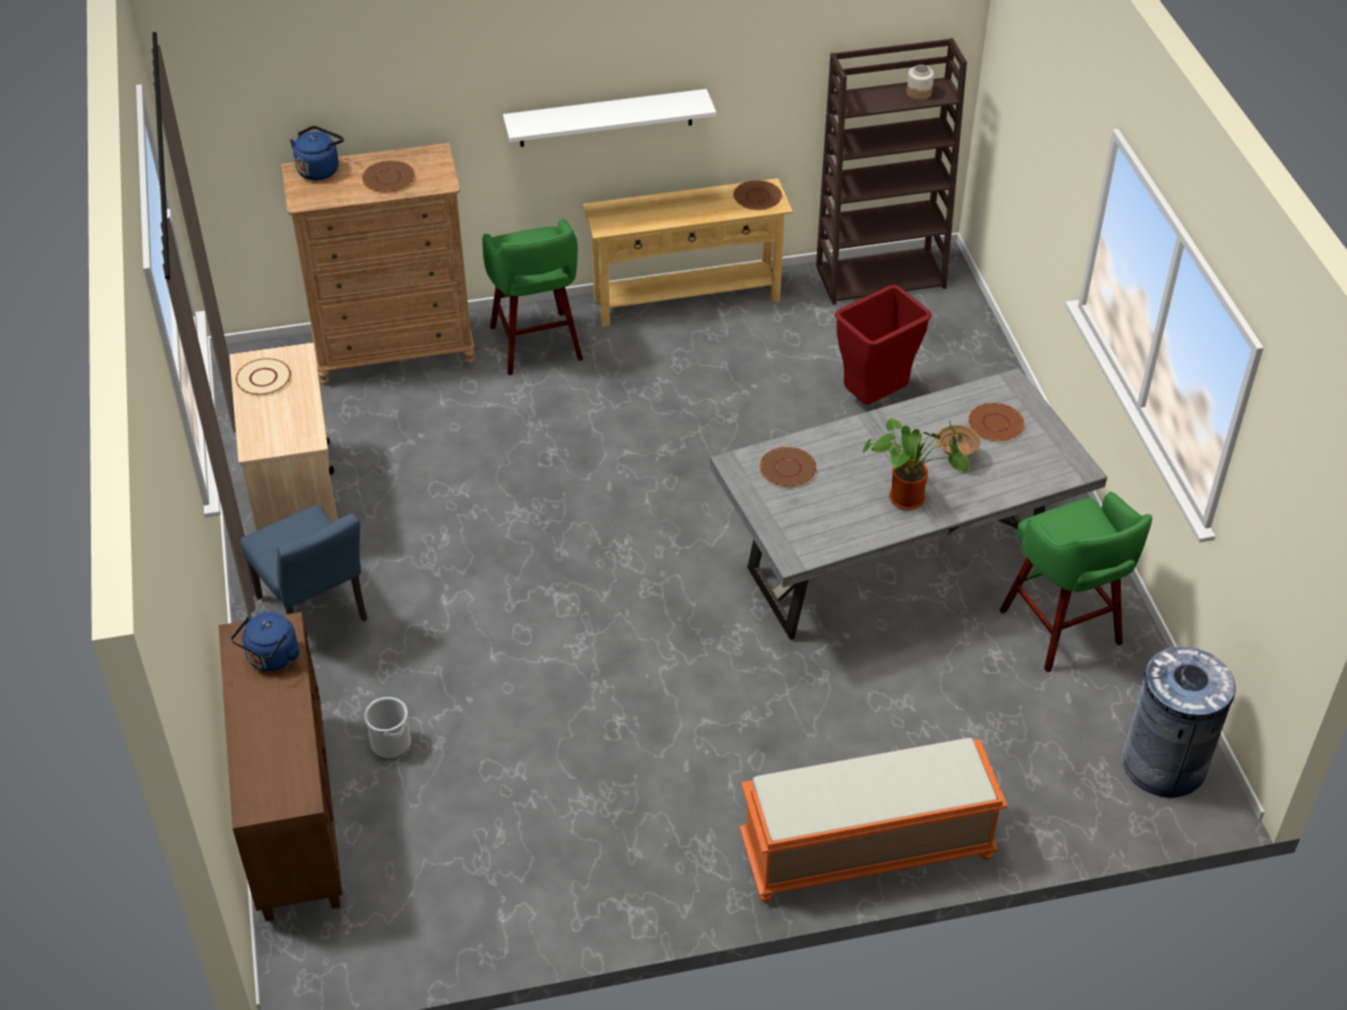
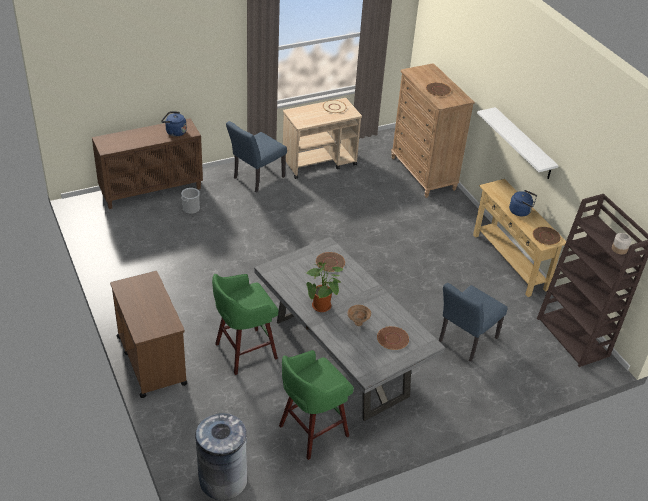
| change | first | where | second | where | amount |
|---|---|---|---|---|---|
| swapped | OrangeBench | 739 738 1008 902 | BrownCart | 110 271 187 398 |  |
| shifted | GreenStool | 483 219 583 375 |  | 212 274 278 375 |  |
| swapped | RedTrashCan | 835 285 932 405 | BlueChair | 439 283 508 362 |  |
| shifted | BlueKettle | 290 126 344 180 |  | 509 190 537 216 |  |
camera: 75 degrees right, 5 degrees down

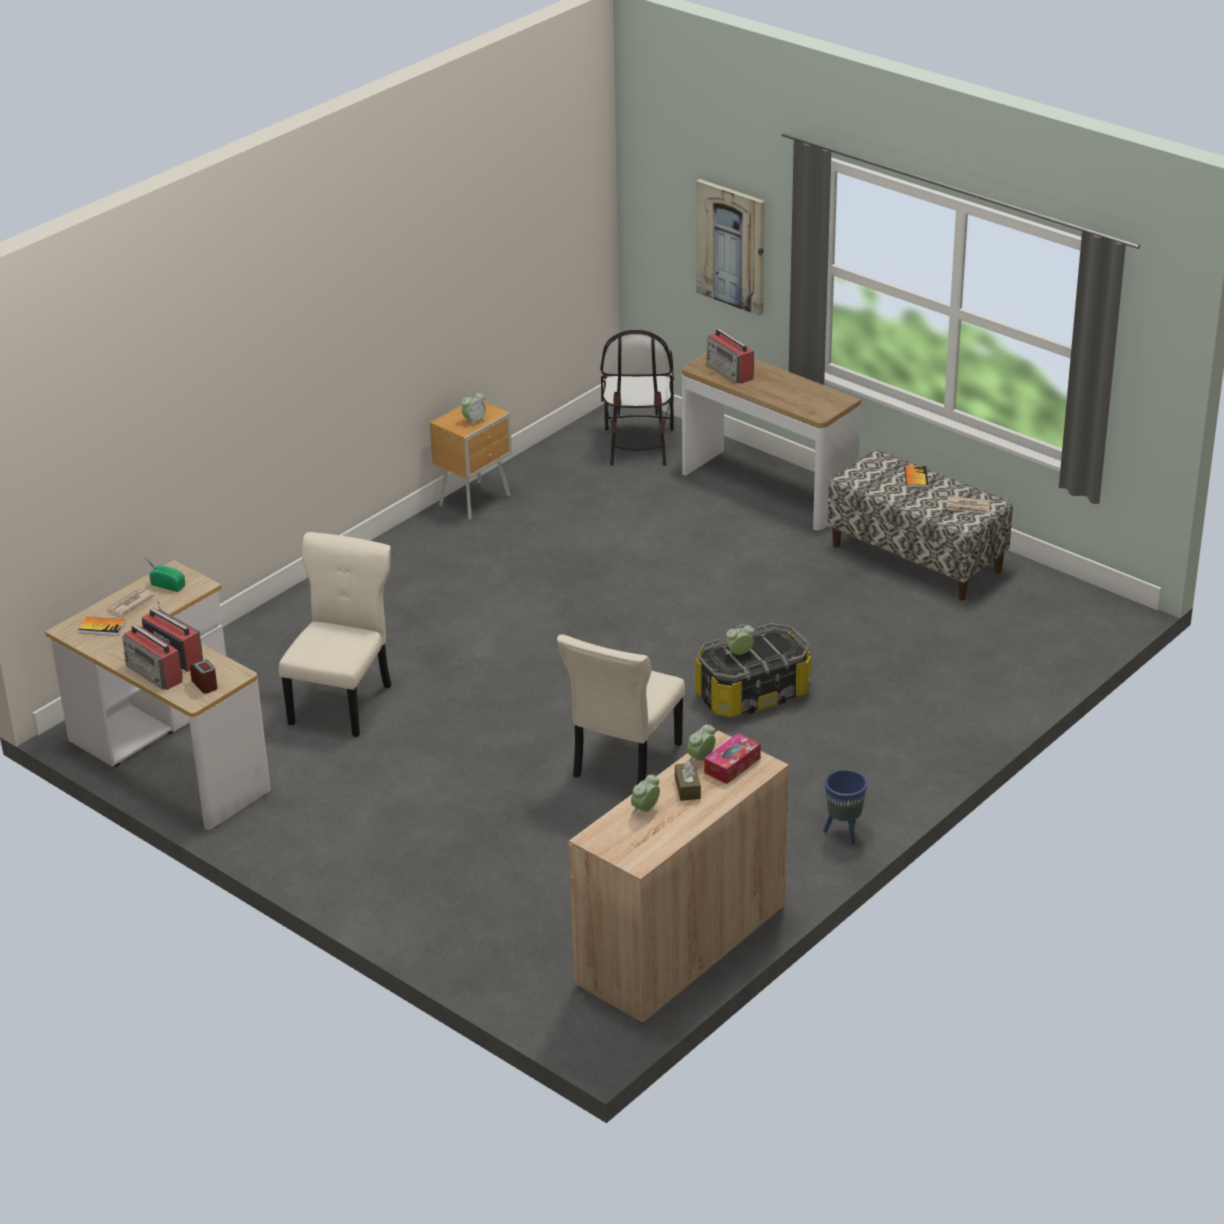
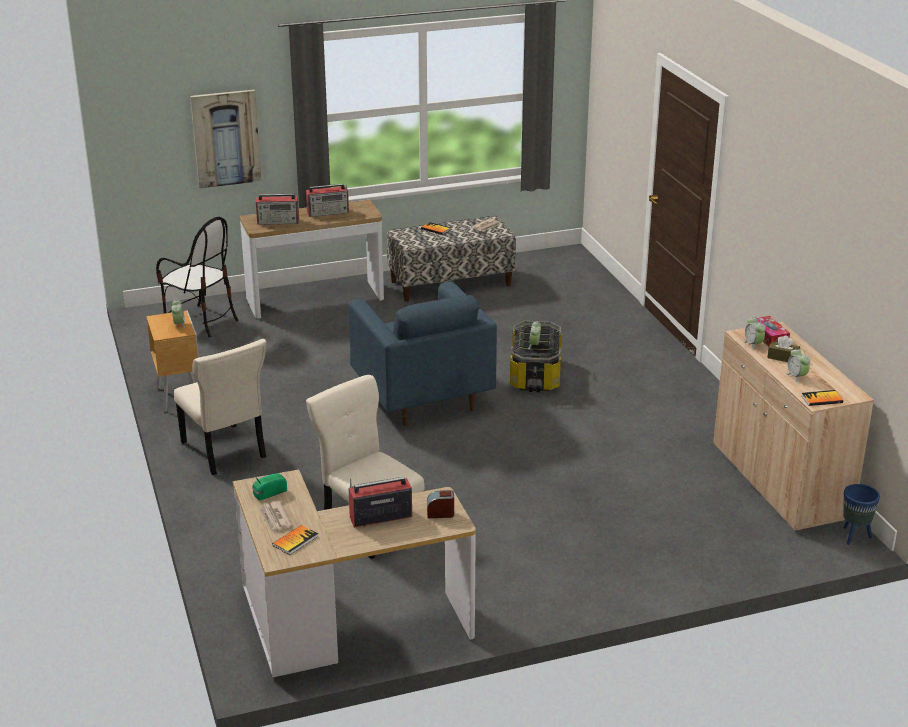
| change | first | where | second | where | amount |
|---|---|---|---|---|---|
| shifted | BeigeChair | 557 634 685 785 |  | 174 339 266 475 |  |
| shifted | Radio | 122 625 183 690 |  | 306 184 349 217 |  |
| new |  |  | BlueArmchair | 349 282 497 426 |  |
| new |  |  | Book | 802 390 843 406 |  |
| shifted | BluePlanter | 823 770 867 844 |  | 843 484 880 545 |  |
camera: 60 degrees left, 5 degrees down

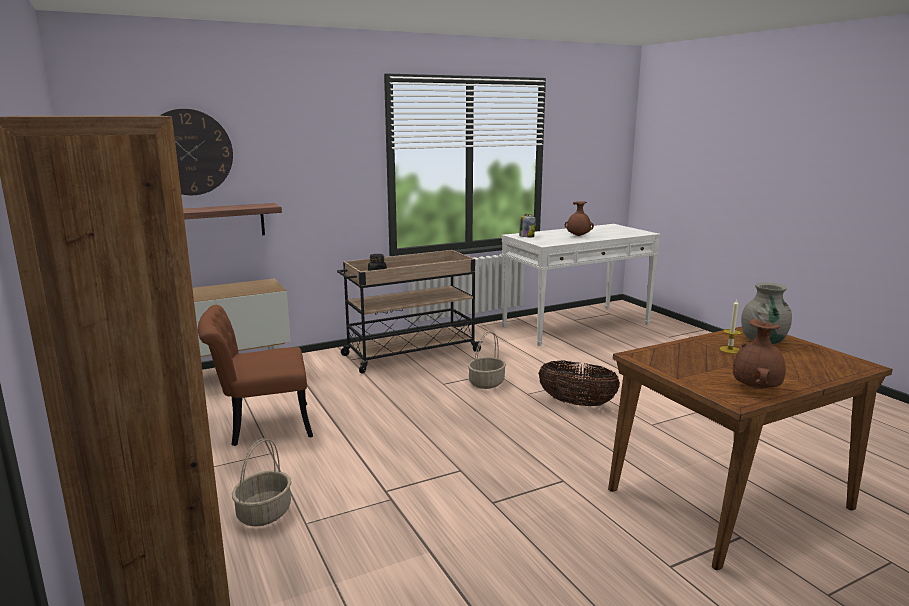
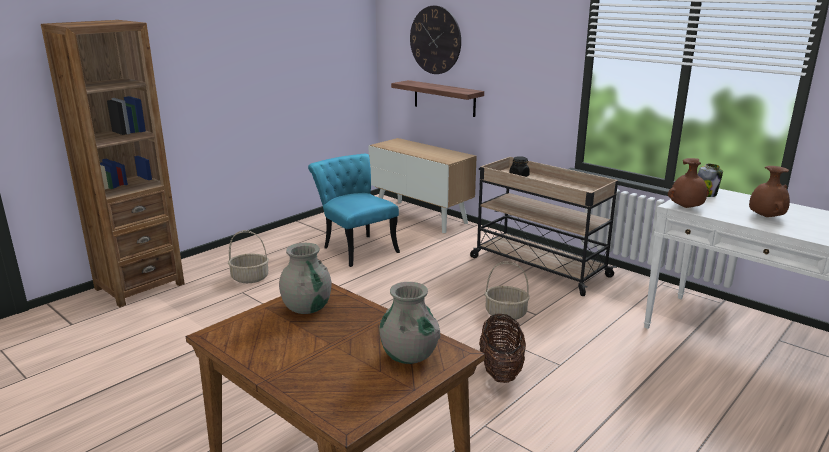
| change | first | where | second | where | amount |
|---|---|---|---|---|---|
| new |  |  | GreyVase | 279 243 331 314 |  |
| repainted | BrownChair | 198 305 313 446 | TurquoiseChair | 308 154 400 267 |  |
| shifted | BrownVase | 733 319 786 389 |  | 668 158 709 208 |  |
| gone | Candle | 720 300 742 354 |  |  |  |
camera: 70 degrees right, 5 degrees up

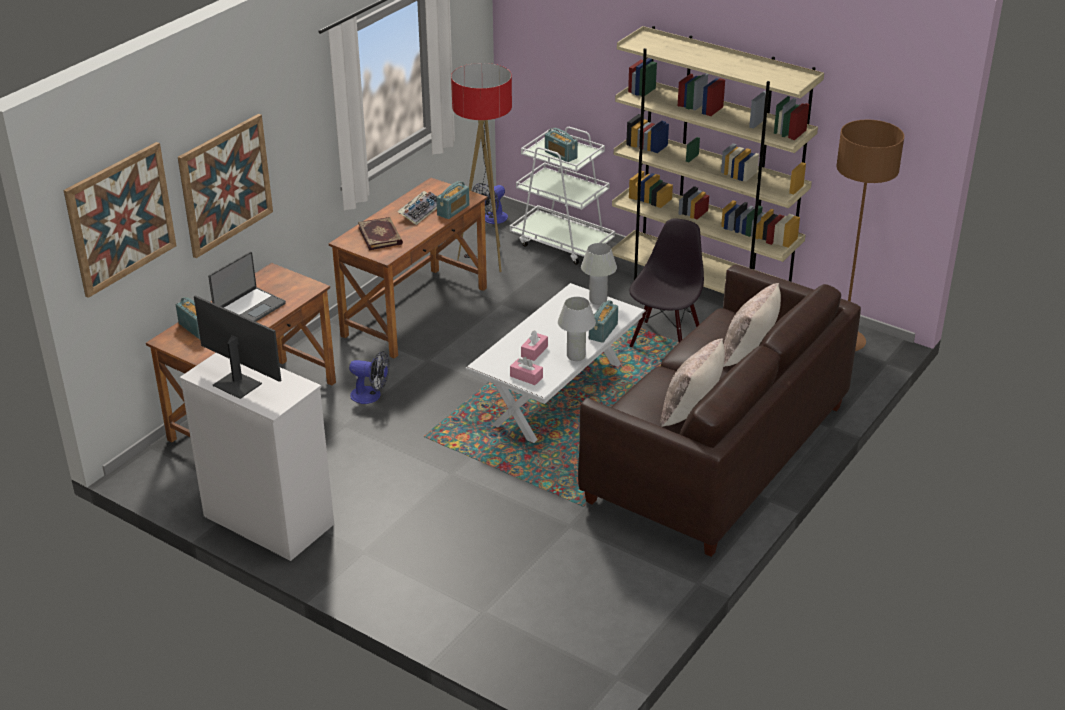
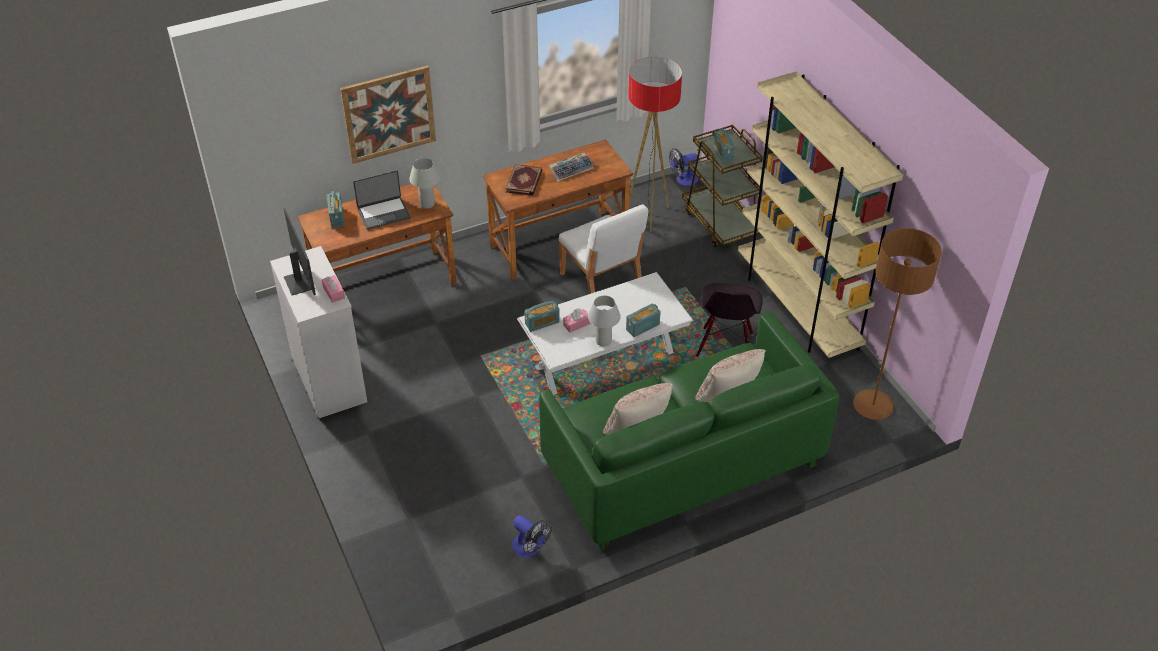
| change | first | where | second | where | amount |
|---|---|---|---|---|---|
| shifted | PinkTissueBox | 510 357 543 385 |  | 322 275 345 303 |  |
| shifted | WhiteTableLamp | 581 243 617 305 |  | 409 158 440 208 |  |
| shifted | Fan | 349 351 389 404 |  | 512 515 552 557 |  |
| shifted | Radio | 436 181 470 219 |  | 524 300 560 332 |  |
| repainted | BrownSofa | 578 264 861 557 | GreenSofa | 539 312 839 551 |  |
| new |  |  | WhiteChair | 559 204 648 294 |  |
| repainted | WhiteCart | 510 127 615 265 | BrownCart | 682 125 763 247 |  |
| rotated | BlackChair | 629 218 704 347 |  | 696 283 763 357 | 135 degrees clockwise |
| gone | Picture | 63 142 176 298 |  |  |  |
camera: 30 degrees right, 10 degrees up

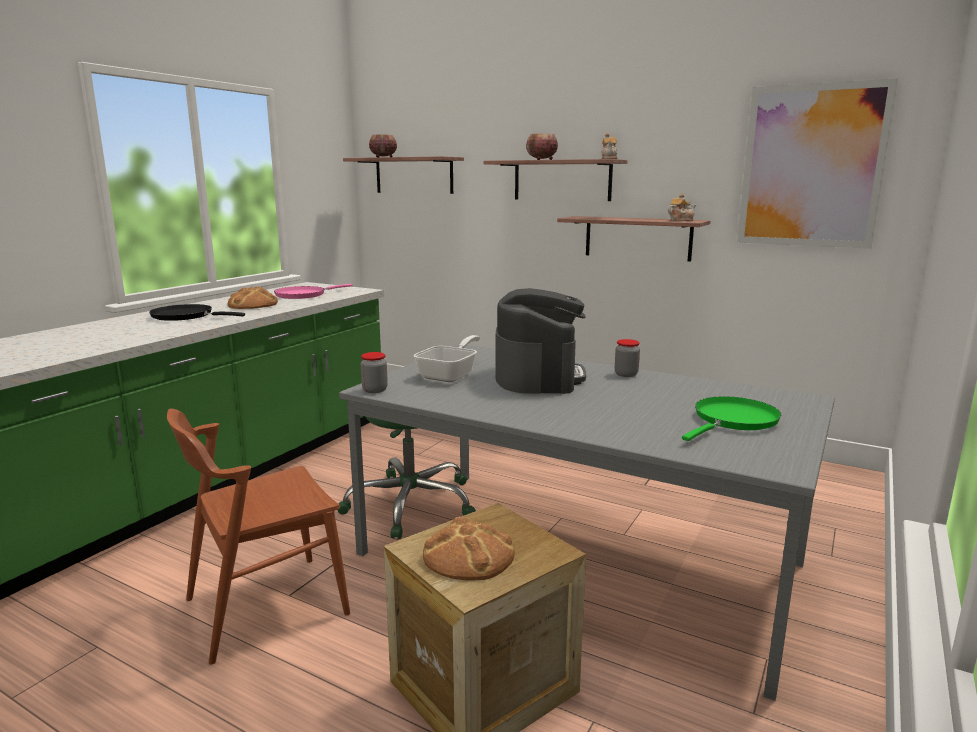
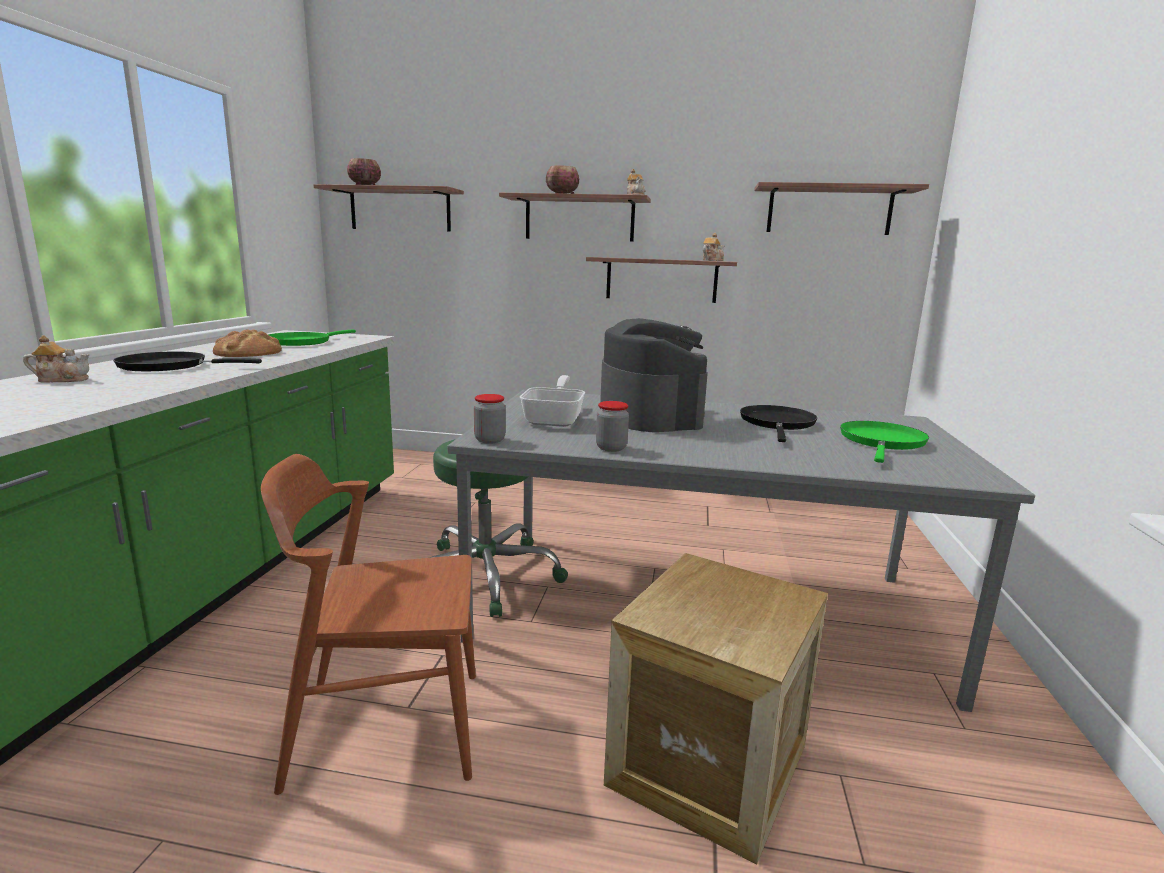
| change | first | where | second | where | amount |
|---|---|---|---|---|---|
| new |  |  | Teapot | 23 335 90 383 |  |
| rotated | BrownChair | 167 409 350 665 |  | 261 454 476 795 | 45 degrees clockwise |
| repainted | PinkFryingPan | 274 284 353 299 | GreenFryingPan | 268 329 356 346 |  |
| shifted | Jar | 615 339 640 377 |  | 596 401 629 452 |  |
| new |  |  | BlackFryingPan | 740 405 817 442 |  |
| swapped | Picture | 737 78 898 249 | Shelf | 754 182 929 235 |  |
| gone | Bread | 423 517 515 580 |  |  |  |
camera: 20 degrees left, 0 degrees up

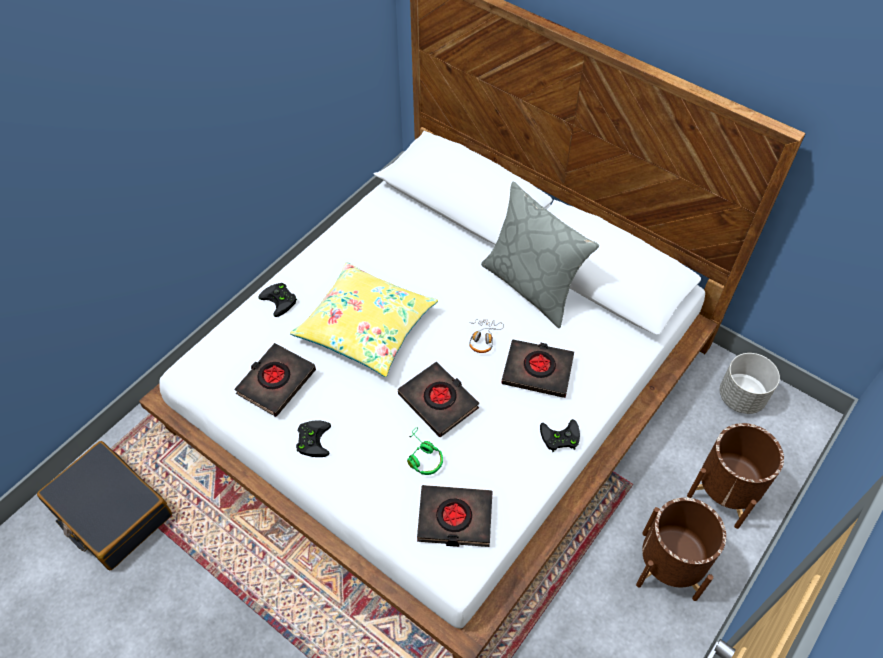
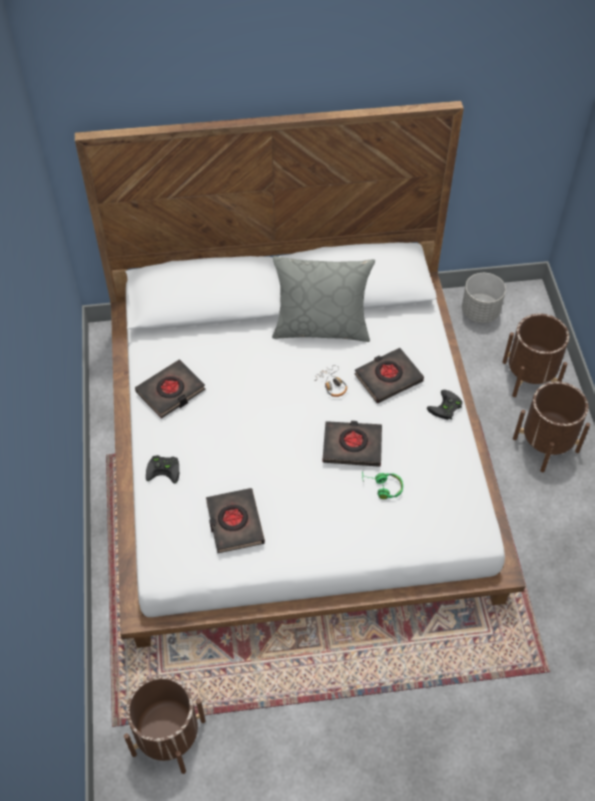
| change | first | where | second | where | amount |
|---|---|---|---|---|---|
| swapped | BlackSuitcase | 37 441 172 570 | BrownPlanter | 124 676 206 774 |  |
| shifted | BlackBook | 417 485 492 547 |  | 135 359 206 419 |  |
| gone | YellowPillow | 290 262 438 377 |  |  |  |
| gone | BlackGameController | 296 420 331 457 |  |  |  |
camera: 45 degrees left, 0 degrees up

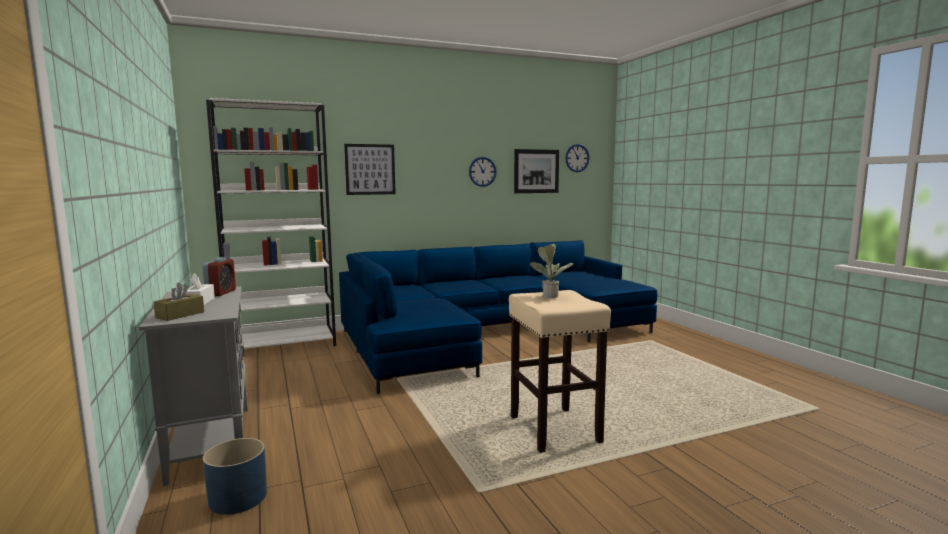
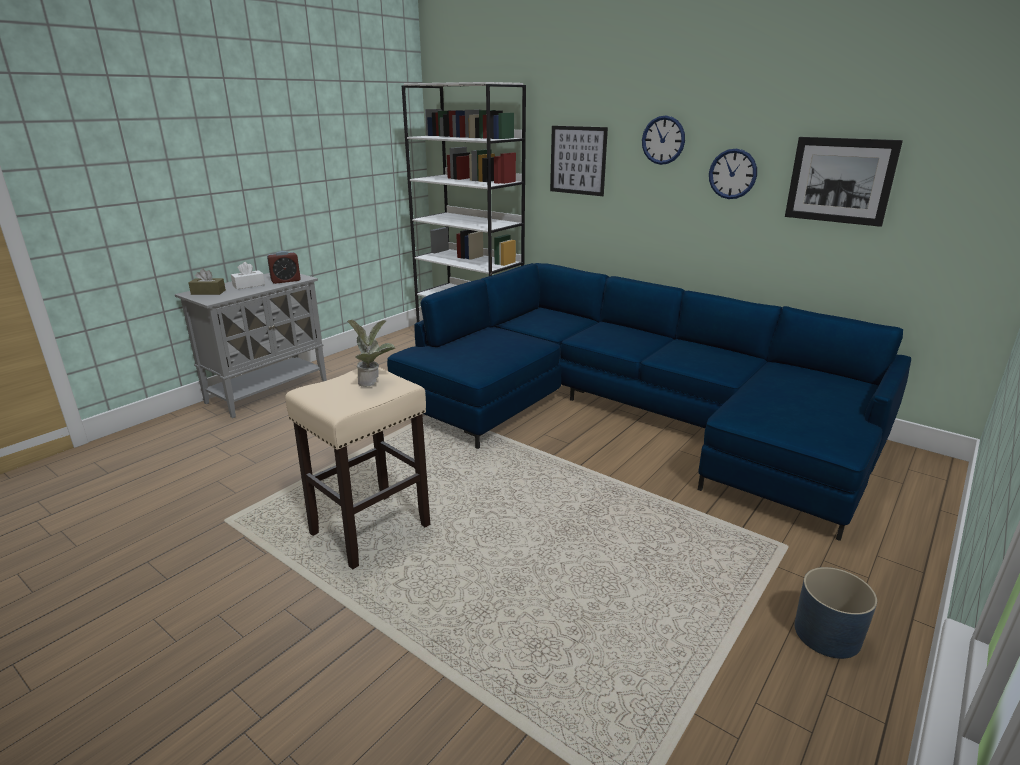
| change | first | where | second | where | amount |
|---|---|---|---|---|---|
| shifted | WallClock | 565 144 590 172 |  | 642 115 685 165 |  |
| shifted | BluePlanter | 203 438 267 515 |  | 794 567 877 659 |  |
camera: 60 degrees right, 15 degrees up

